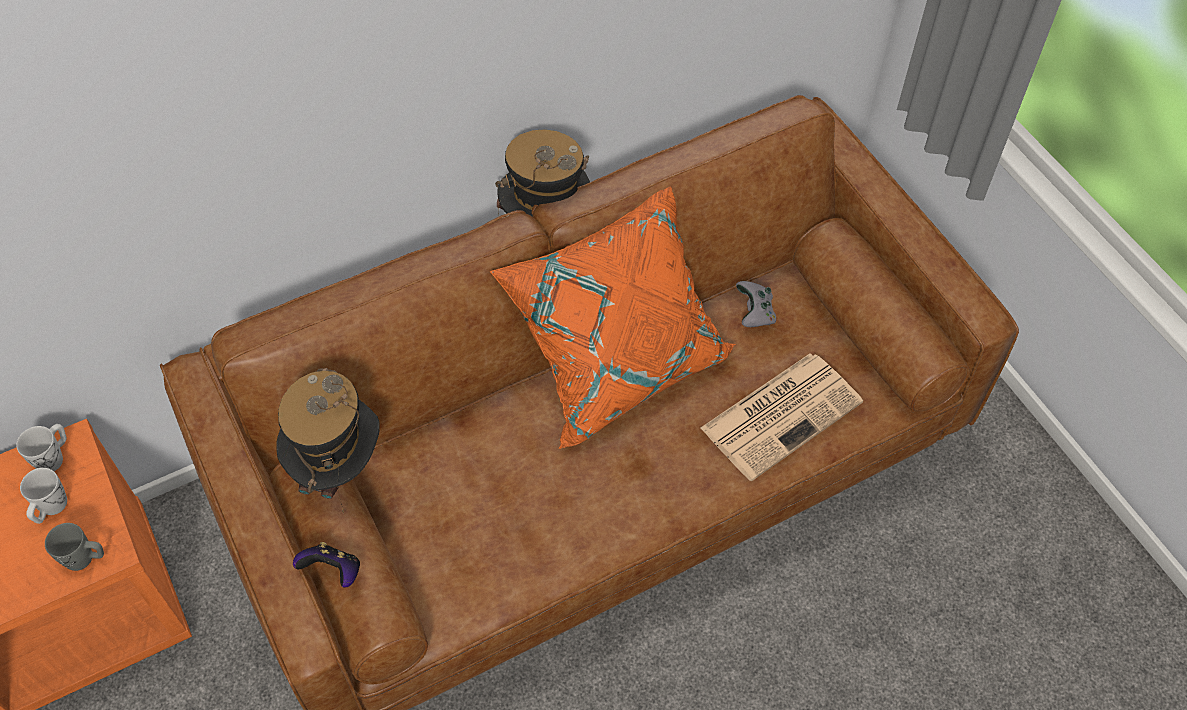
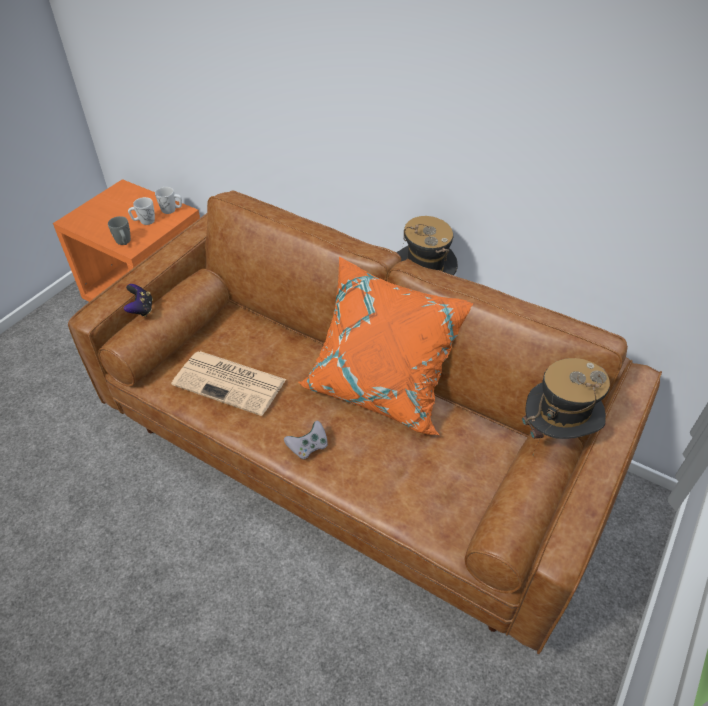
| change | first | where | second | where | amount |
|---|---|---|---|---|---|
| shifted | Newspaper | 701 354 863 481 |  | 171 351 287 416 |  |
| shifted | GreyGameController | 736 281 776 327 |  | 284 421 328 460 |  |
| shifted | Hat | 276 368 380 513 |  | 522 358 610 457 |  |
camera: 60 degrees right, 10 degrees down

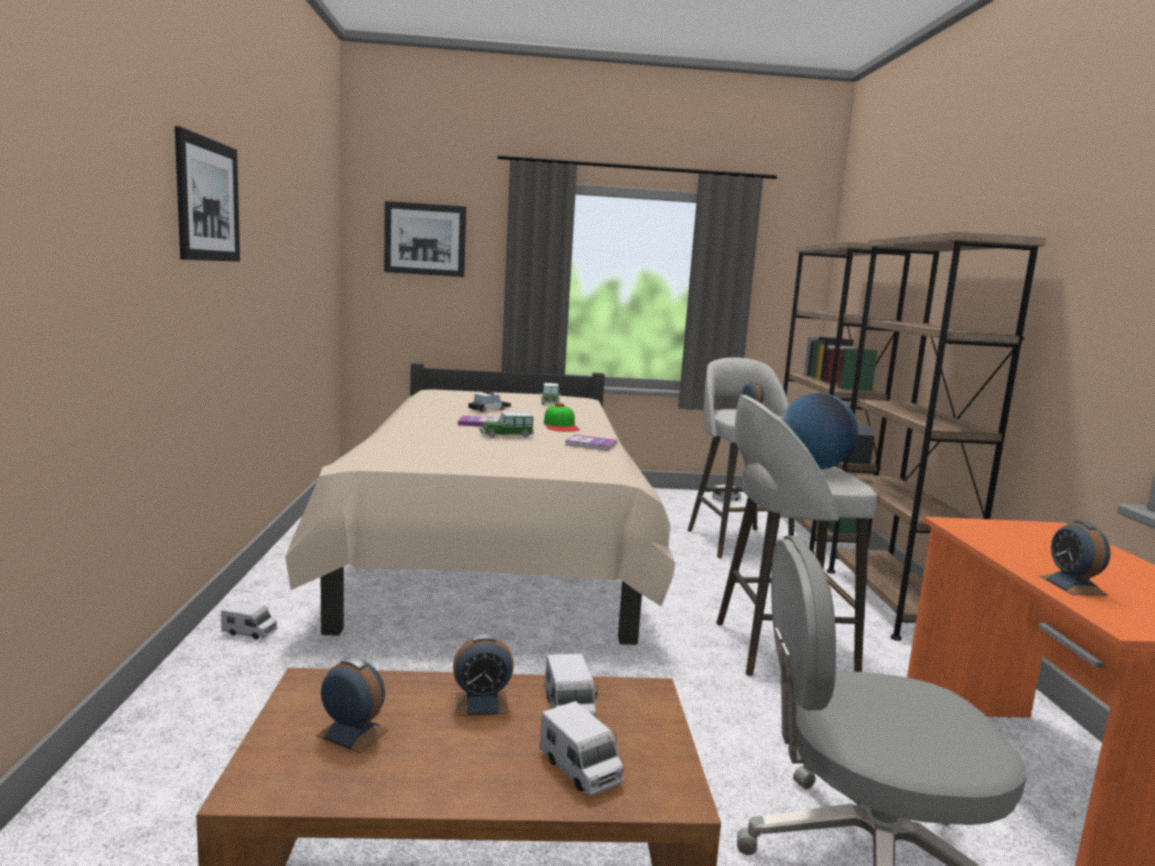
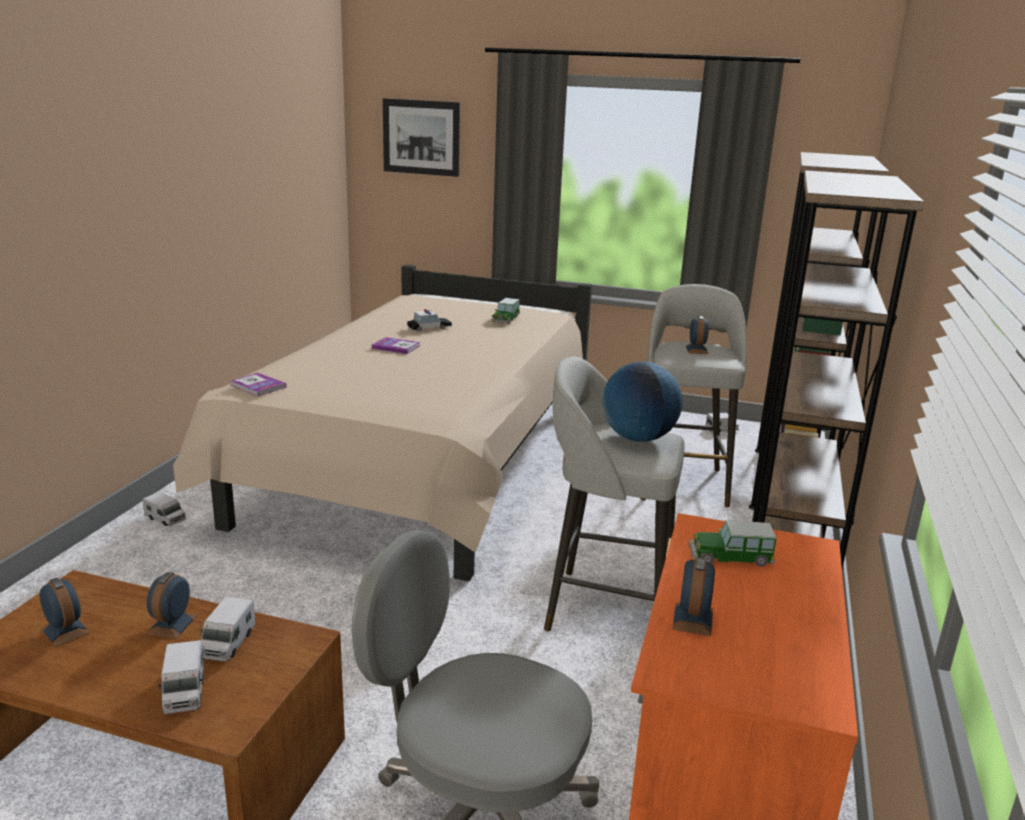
| change | first | where | second | where | amount |
|---|---|---|---|---|---|
| rotated | AlarmClock | 453 634 514 716 |  | 146 572 197 639 | 90 degrees clockwise |
| shifted | Book | 565 435 617 451 |  | 231 373 286 396 |  |
| shifted | ToyCar | 480 412 534 438 |  | 689 520 777 567 |  |
| gone | Picture | 175 126 240 262 |  |  |  |
| gone | Cap | 544 403 579 432 |  |  |  |
camera: 20 degrees right, 10 degrees up

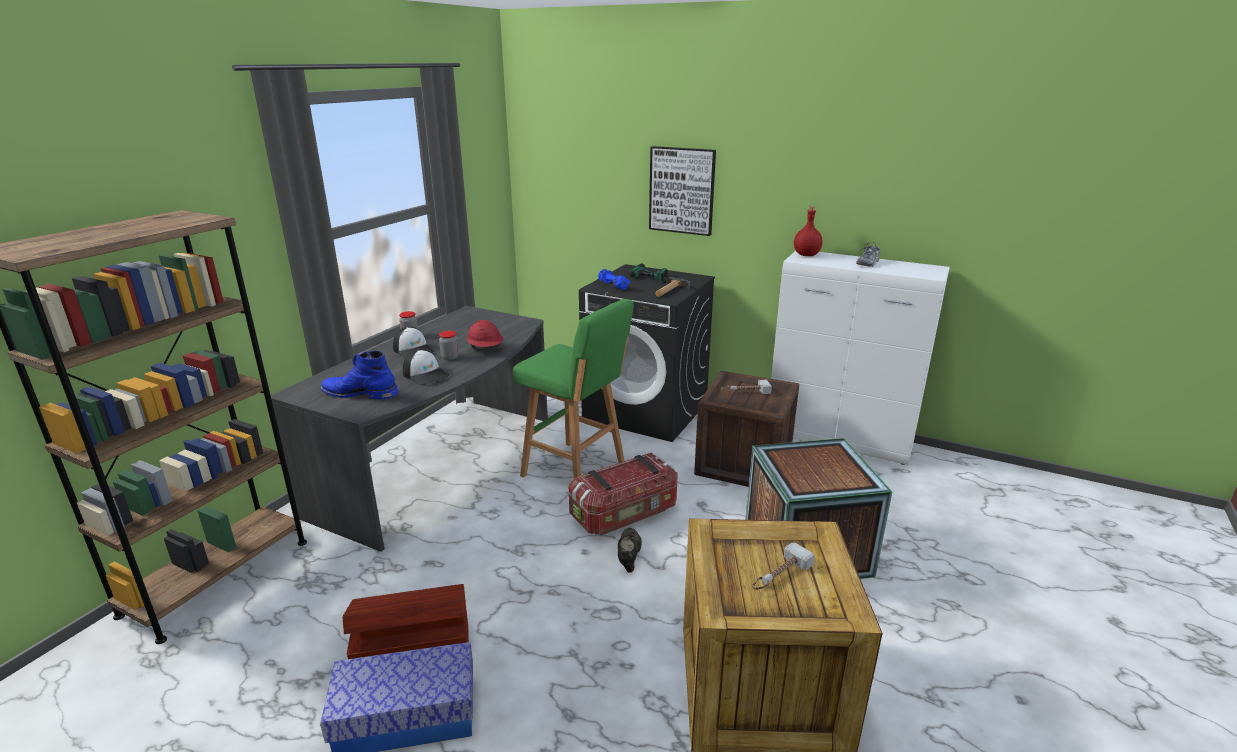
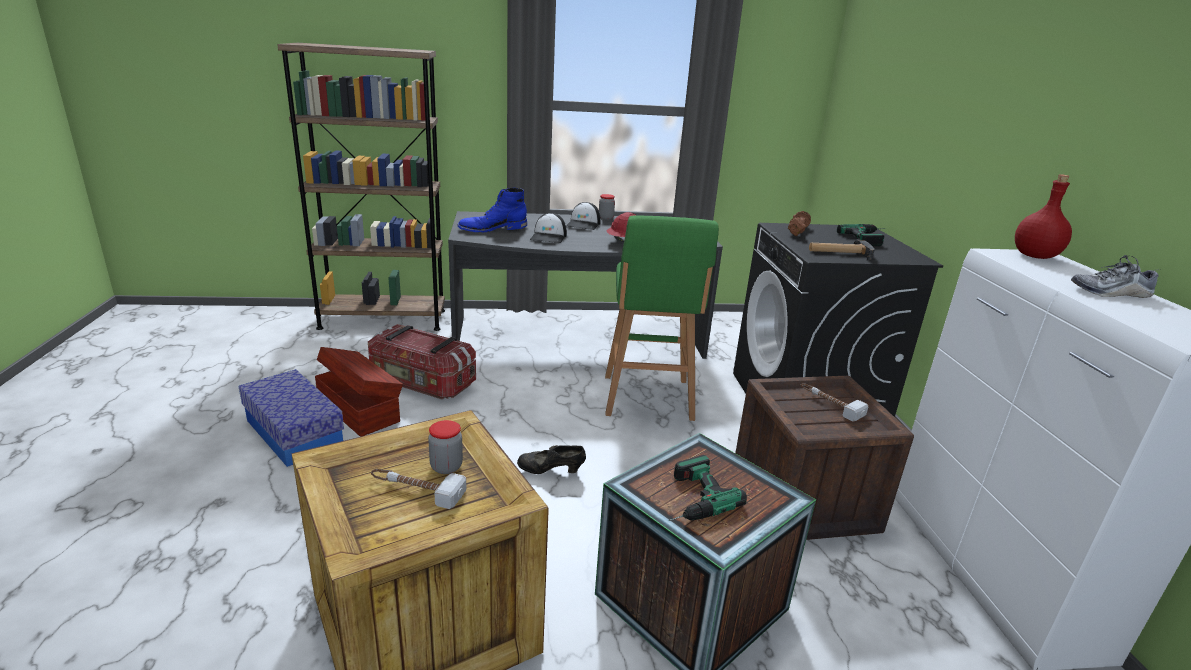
| change | first | where | second | where | amount |
|---|---|---|---|---|---|
| shifted | StorageBox | 569 453 678 535 |  | 368 324 476 399 |  |
| shifted | Jar | 439 331 459 360 |  | 428 420 463 474 |  |
| rotated | BlueBoot | 321 351 398 400 |  | 457 188 527 232 | 90 degrees counterclockwise |
| rotated | BlackShoe | 618 528 642 573 |  | 517 445 586 474 | 150 degrees counterclockwise |
| new |  |  | PowerDrill | 669 455 747 521 |  |
| repainted | BlueDumbbell | 598 269 630 290 | BrownDumbbell | 788 211 811 236 |  |
| gone | Picture | 649 146 716 236 |  |  |  |
camera: 55 degrees right, 0 degrees up

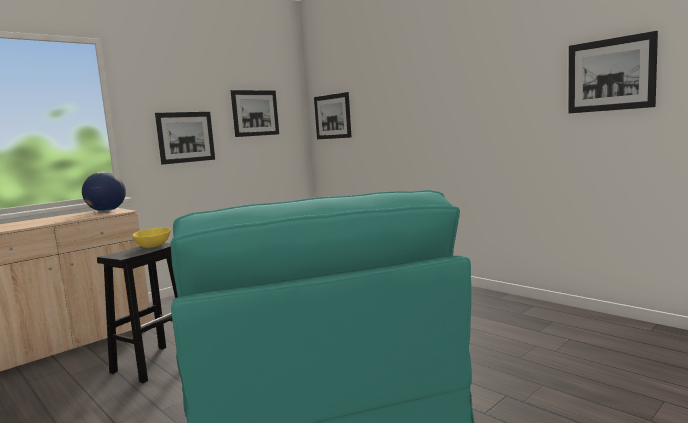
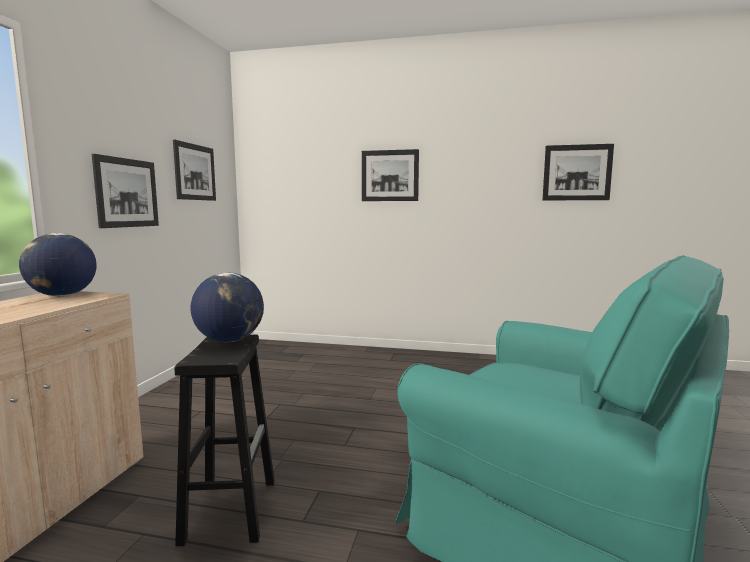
| change | first | where | second | where | amount |
|---|---|---|---|---|---|
| swapped | YellowBowl | 133 227 170 248 | Globe | 190 273 264 342 |  |
| shifted | Picture | 314 92 351 139 |  | 362 149 419 201 |  |
camera: 35 degrees left, 0 degrees up

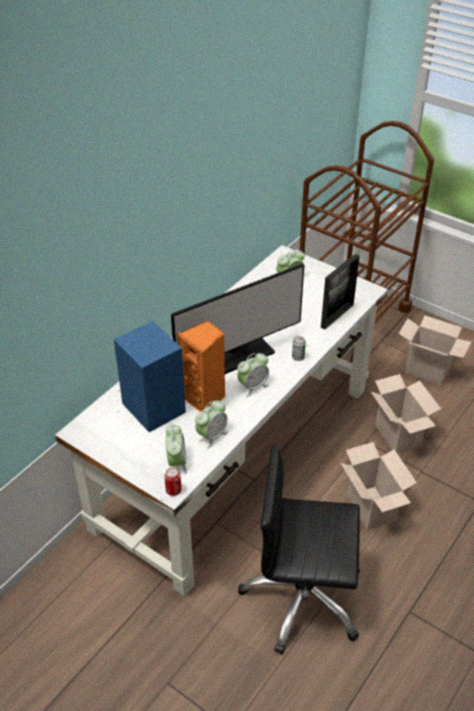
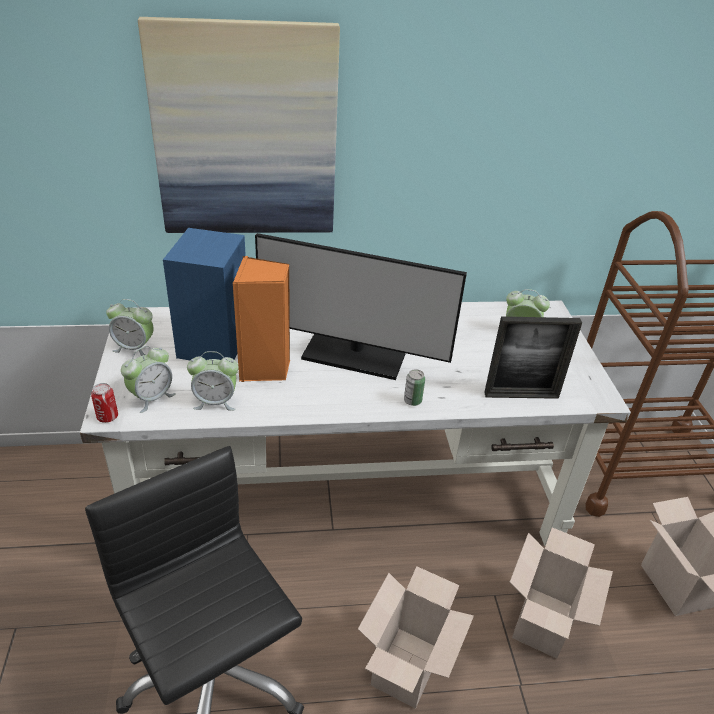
| change | first | where | second | where | amount |
|---|---|---|---|---|---|
| shifted | AlarmClock | 237 353 269 397 |  | 106 299 153 356 |  |
| new |  |  | Picture | 138 17 340 233 |  |
camera: 45 degrees right, 5 degrees down

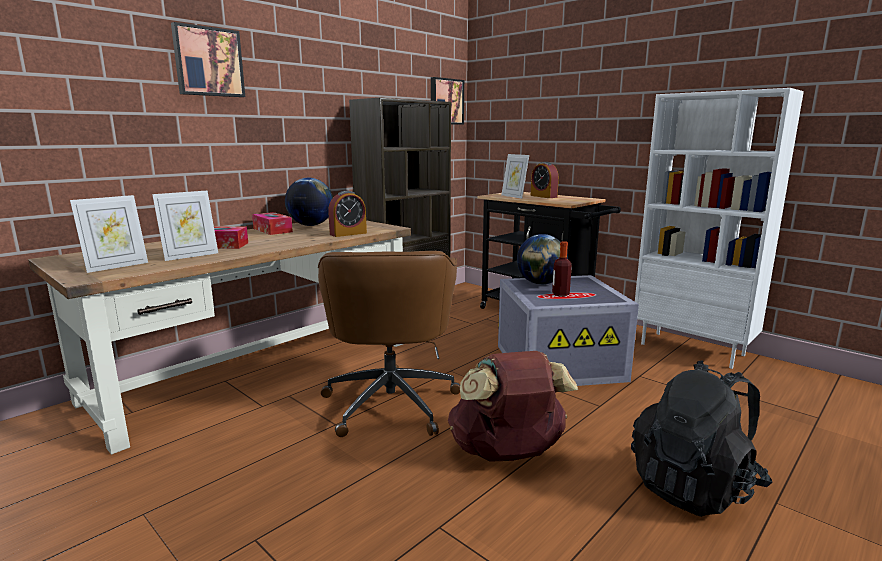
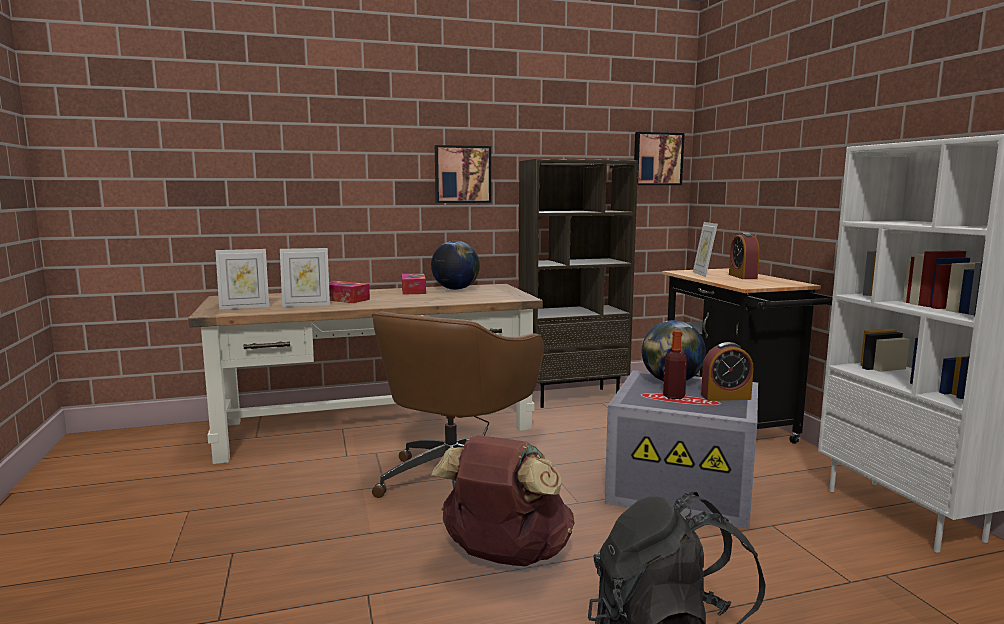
| change | first | where | second | where | amount |
|---|---|---|---|---|---|
| shifted | Picture | 171 22 245 97 |  | 435 145 491 203 |  |
| shifted | AlarmClock | 328 190 367 237 |  | 701 342 753 401 |  |
camera: 30 degrees right, 5 degrees down

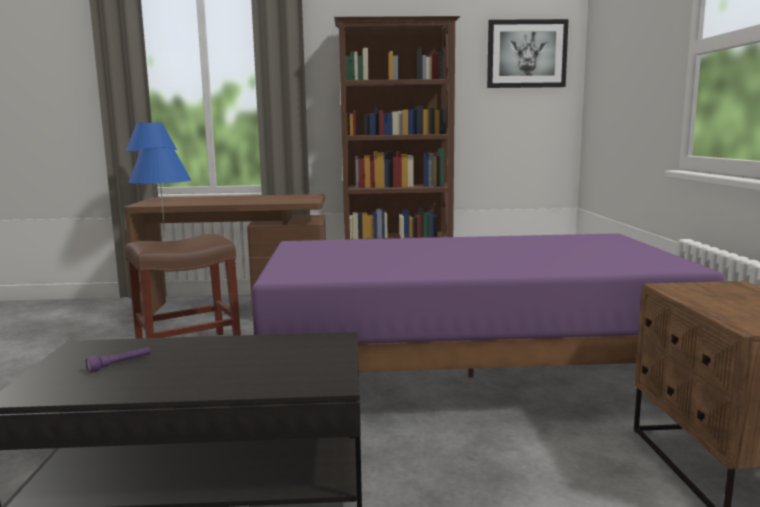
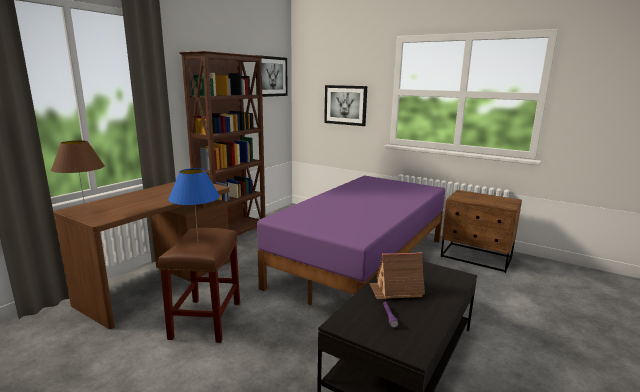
| change | first | where | second | where | amount |
|---|---|---|---|---|---|
| repainted | BlueTableLamp | 126 123 177 201 | BrownTableLamp | 51 140 105 213 |  |
| new |  |  | Picture | 324 85 367 126 |  |
| new |  |  | ToyHouse | 369 252 425 299 |  |
camera: 55 degrees left, 5 degrees up

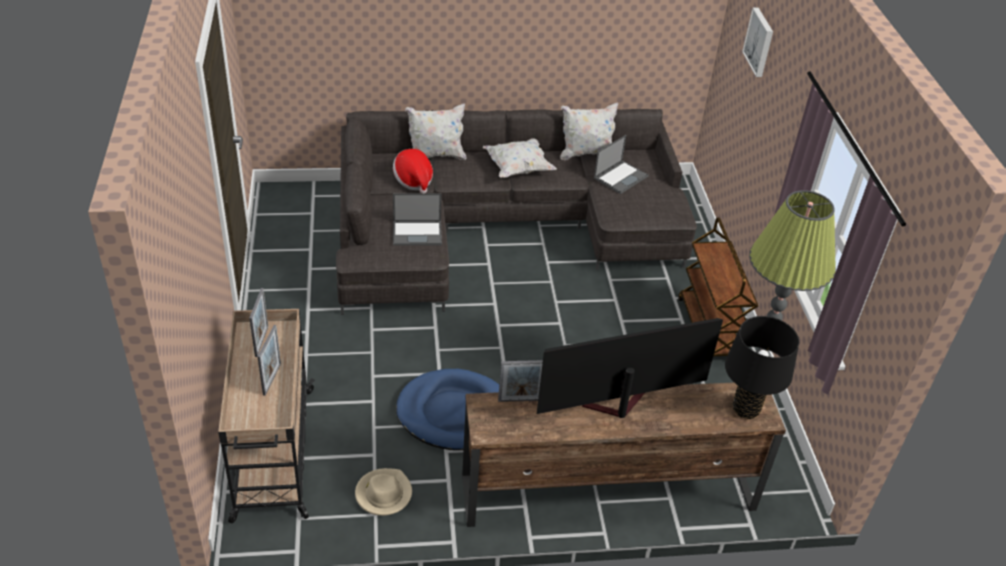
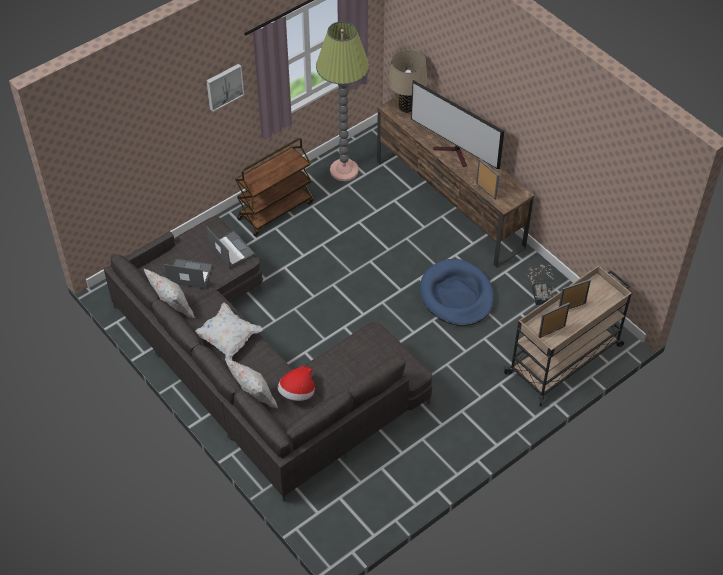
| change | first | where | second | where | amount |
|---|---|---|---|---|---|
| shifted | Picture | 742 8 773 77 |  | 206 64 244 112 |  |
| shifted | Laptop | 393 193 442 246 |  | 207 227 255 269 |  |
| repainted | BlackTableLamp | 725 316 799 419 | BeigeTableLamp | 388 50 428 113 |  |
| swapped | BeigeHat | 355 468 412 516 | PottedPlant | 528 265 555 305 |  |
camera: 120 degrees left, 10 degrees up

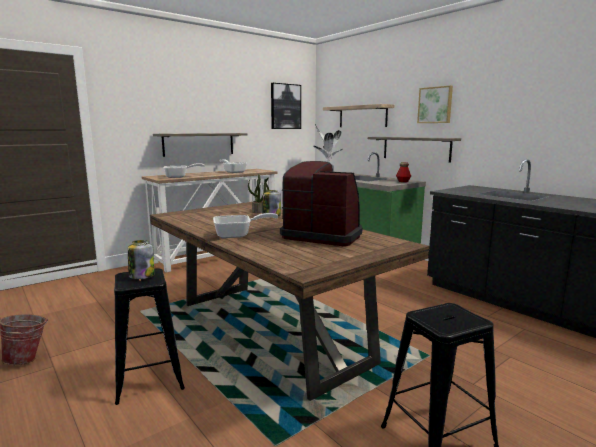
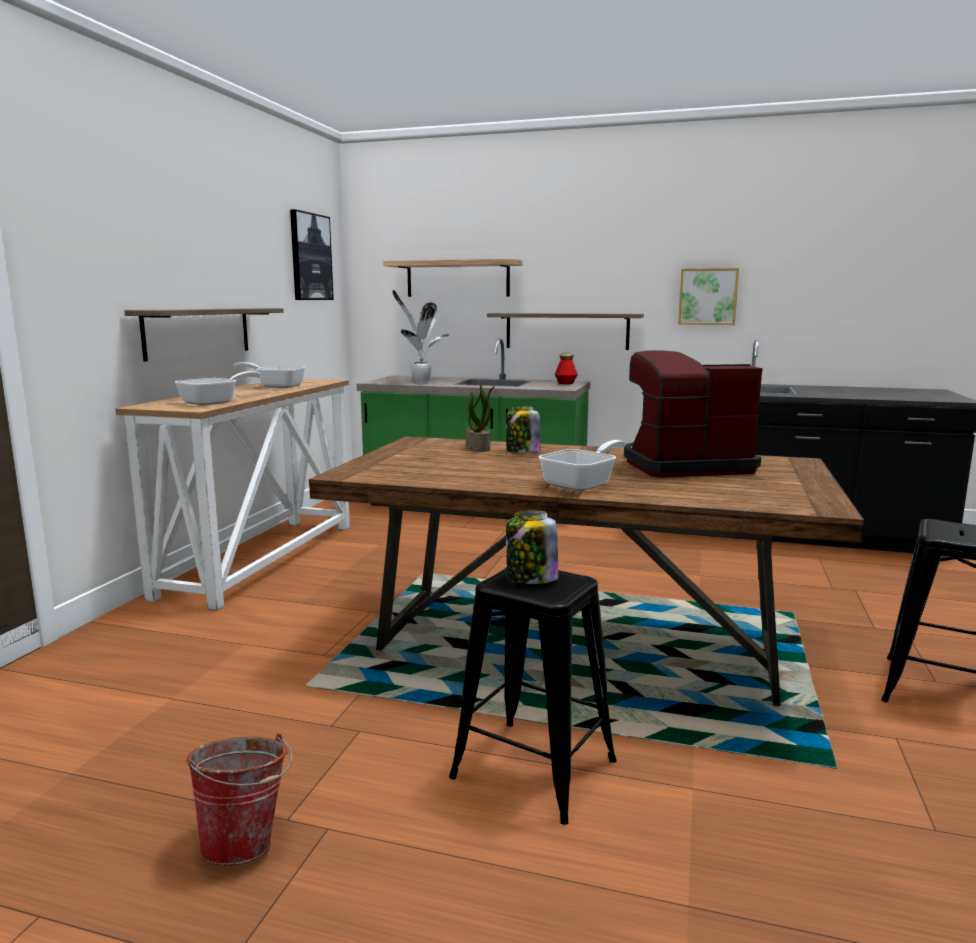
| change | first | where | second | where | amount |
|---|---|---|---|---|---|
| shifted | Picture | 417 86 453 123 |  | 678 268 739 325 |  |
camera: 35 degrees left, 0 degrees up

